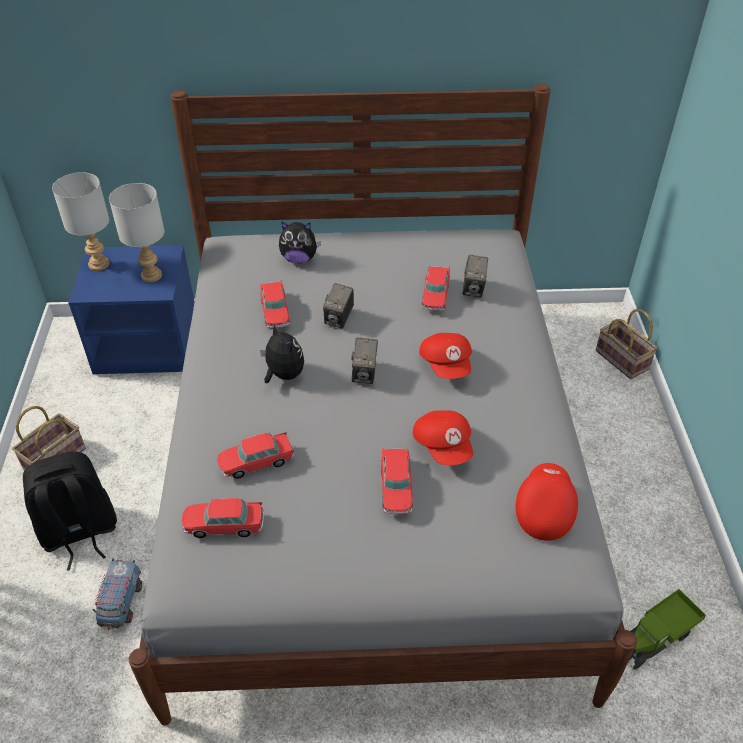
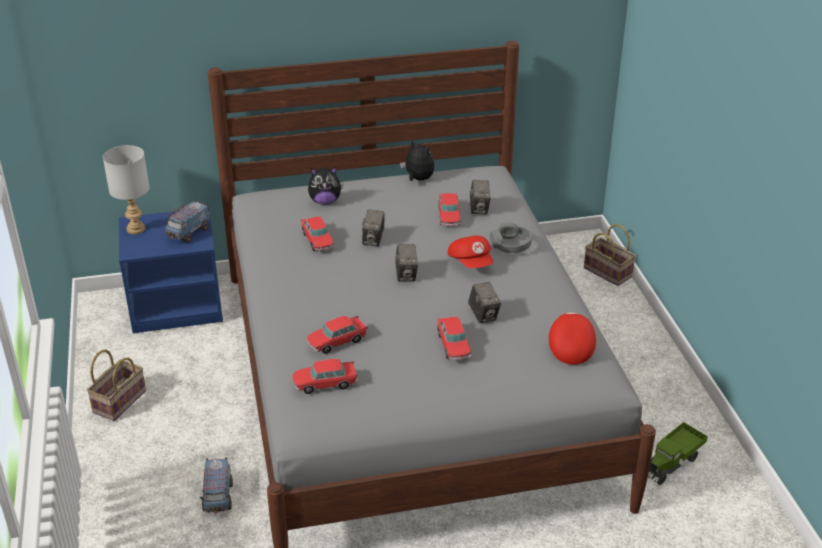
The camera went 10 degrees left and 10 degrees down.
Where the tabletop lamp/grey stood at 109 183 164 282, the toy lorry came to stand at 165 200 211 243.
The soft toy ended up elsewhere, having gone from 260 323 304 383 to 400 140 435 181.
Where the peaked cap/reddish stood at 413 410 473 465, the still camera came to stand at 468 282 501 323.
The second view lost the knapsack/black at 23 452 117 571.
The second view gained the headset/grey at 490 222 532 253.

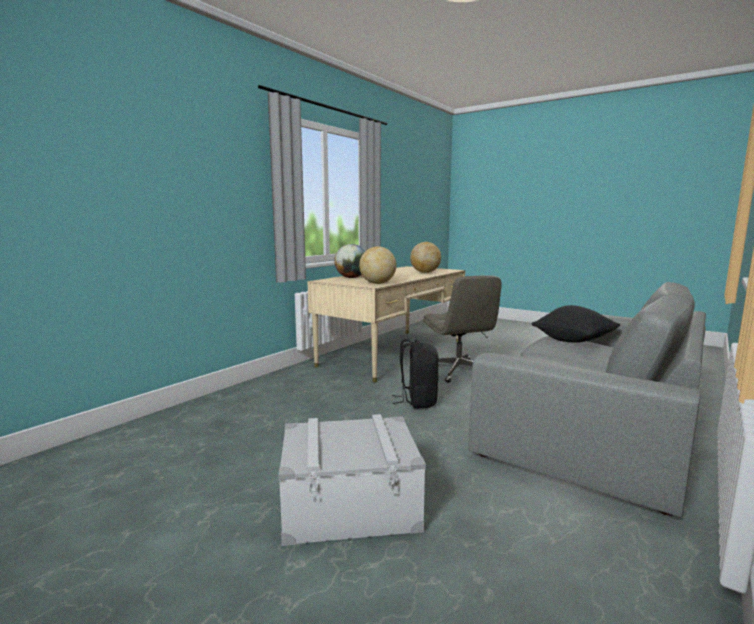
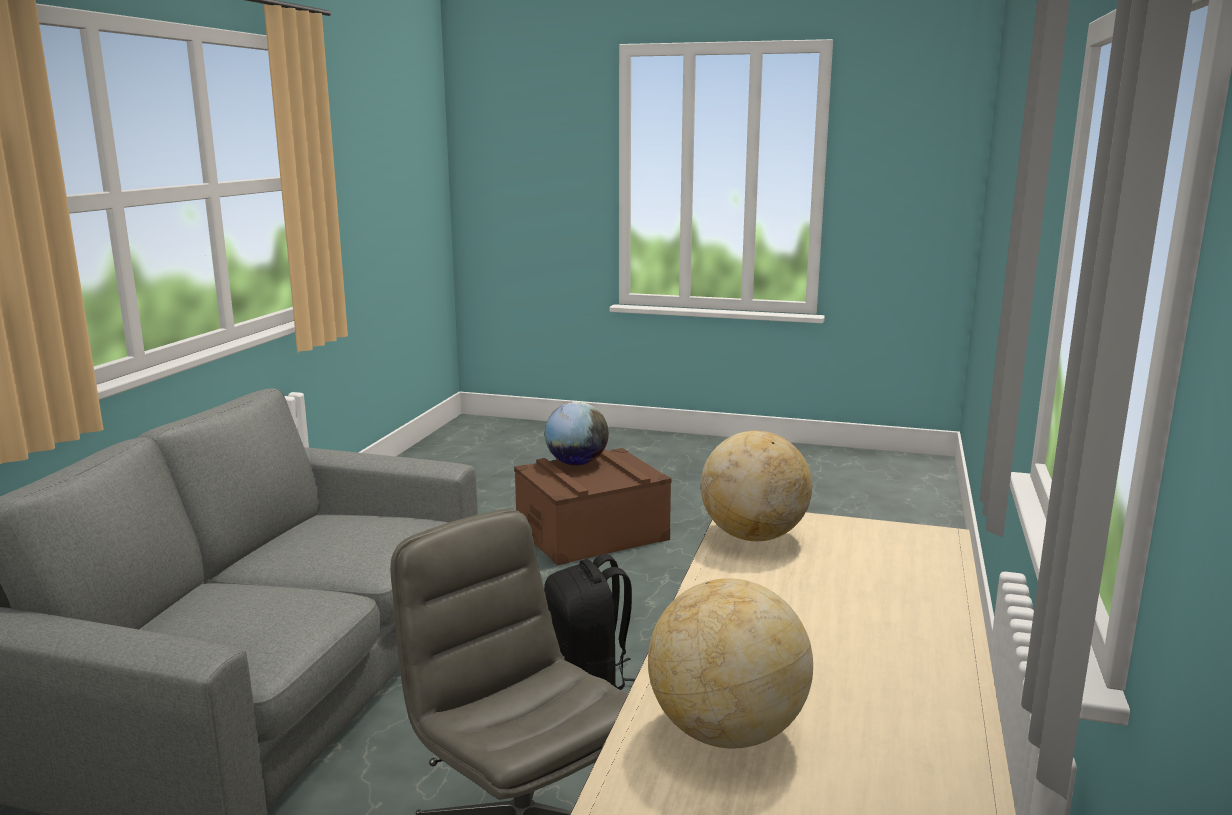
The camera went 160 degrees right and 5 degrees up.
The world globe ended up elsewhere, having gone from 334 244 365 278 to 545 402 609 466.
The second view lost the throw pillow/black at 532 305 620 343.
What was the storage container/grey at 279 414 426 546 turned into the storage container/brownish at 514 448 672 565.

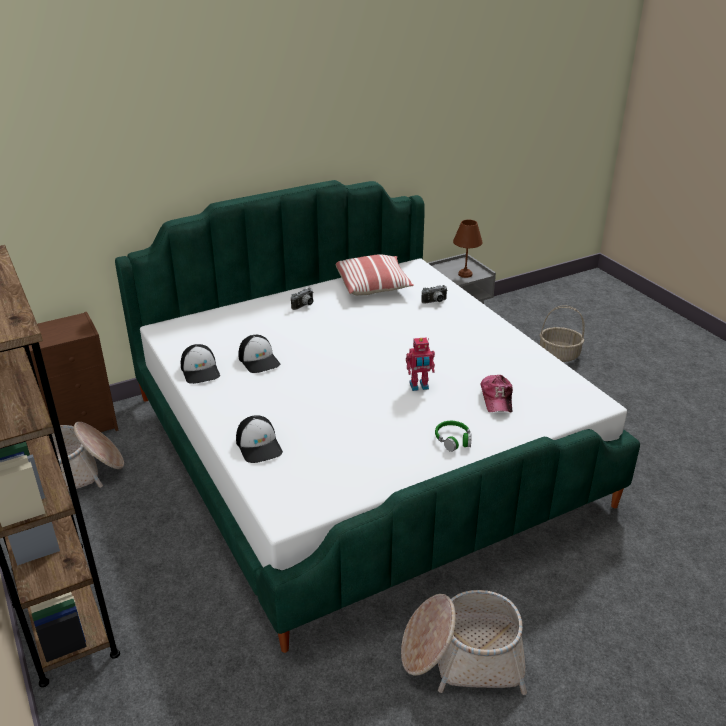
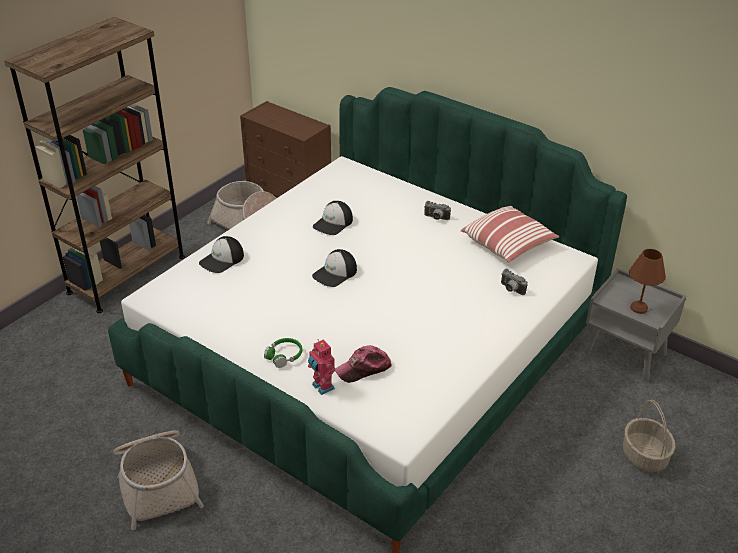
The camera went 65 degrees right and 5 degrees up.
The toy robot ended up elsewhere, having gone from 406 338 435 391 to 308 339 335 395.
The peaked cap ended up elsewhere, having gone from 181 344 220 384 to 312 249 357 287.

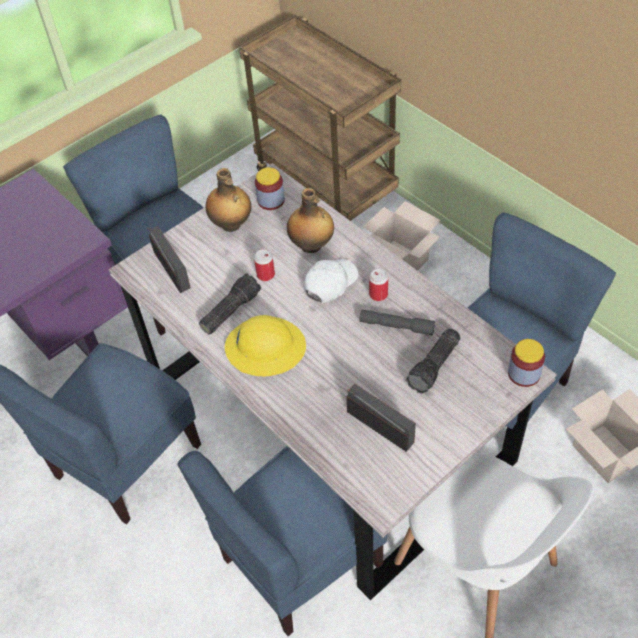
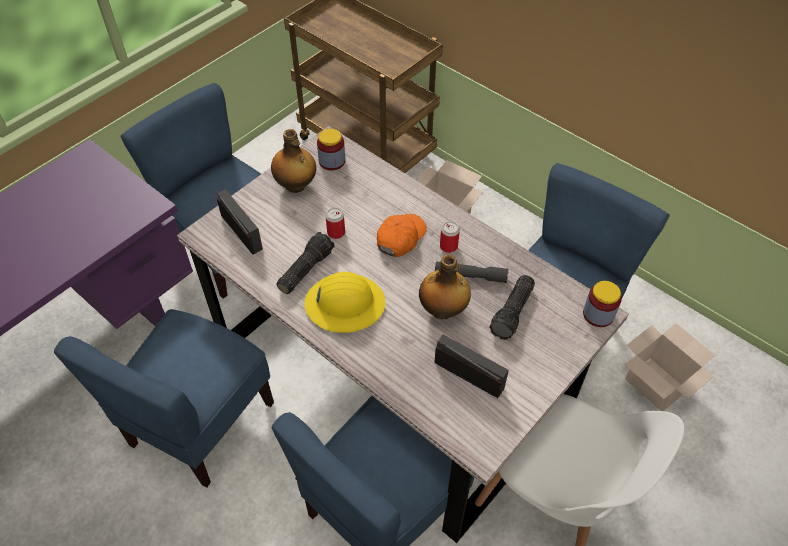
The camera went 10 degrees left and 0 degrees up.
The drink bottle ended up elsewhere, having gone from 287 188 334 253 to 419 255 471 319.
What was the peaked cap/white-coloured at 305 259 359 303 turned into the peaked cap/orange-coloured at 377 214 427 257.

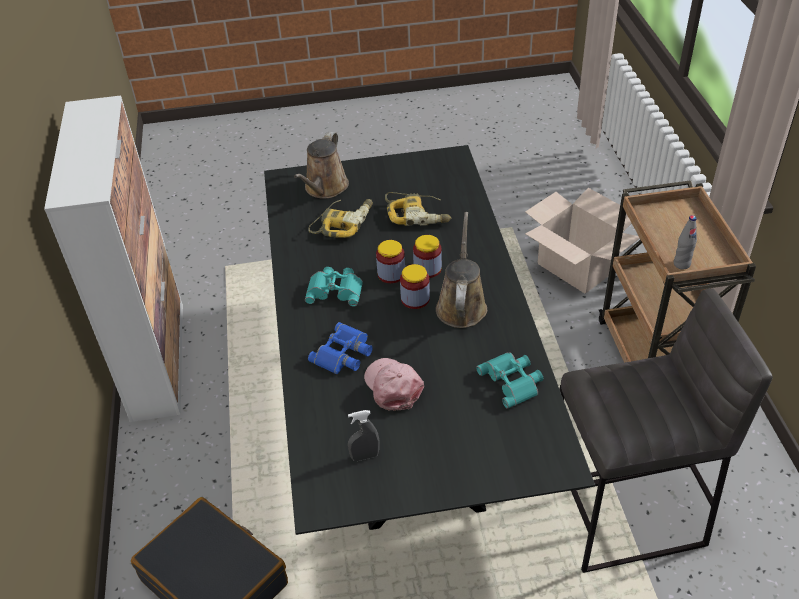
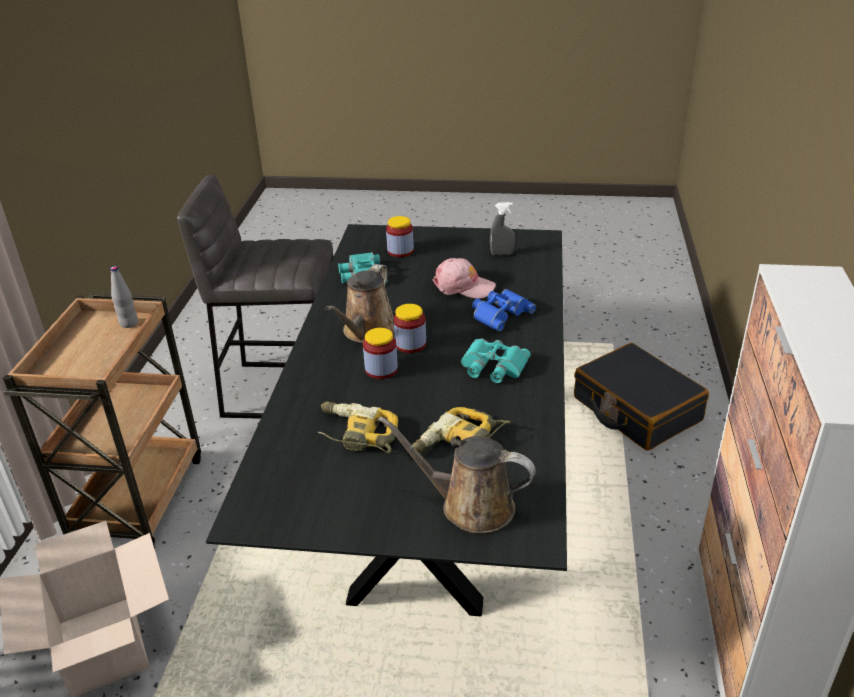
The camera went 165 degrees left and 10 degrees down.
The watering pot/brownish at 294 132 349 199 ended up facing another way, 105 degrees counterclockwise from before.
The jar ended up elsewhere, having gone from 376 240 405 283 to 386 216 414 257.
The peaked cap/pink-coloured at 364 358 424 411 ended up facing another way, 60 degrees counterclockwise from before.

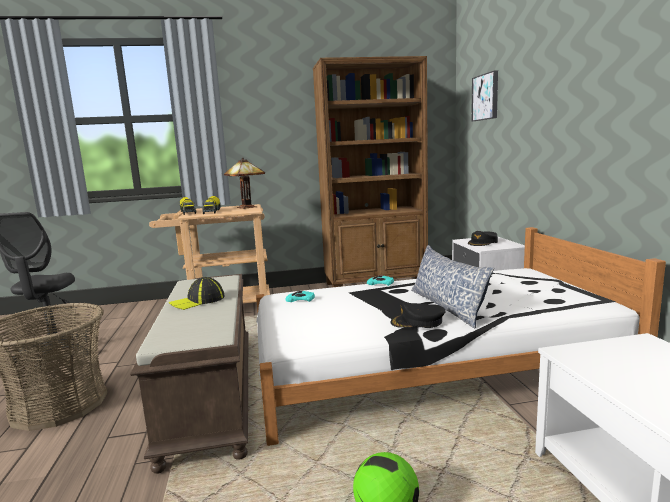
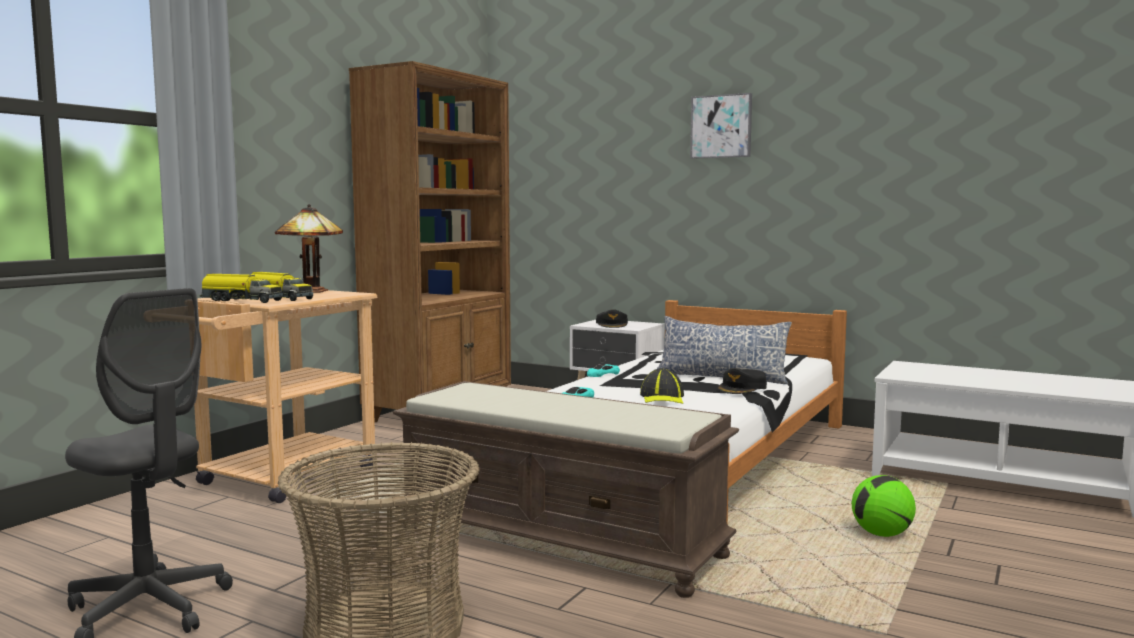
The camera went 50 degrees left and 5 degrees down.
The wall art ended up elsewhere, having gone from 471 70 498 121 to 690 93 752 159.
The peaked cap ended up elsewhere, having gone from 169 277 225 310 to 640 368 684 404.

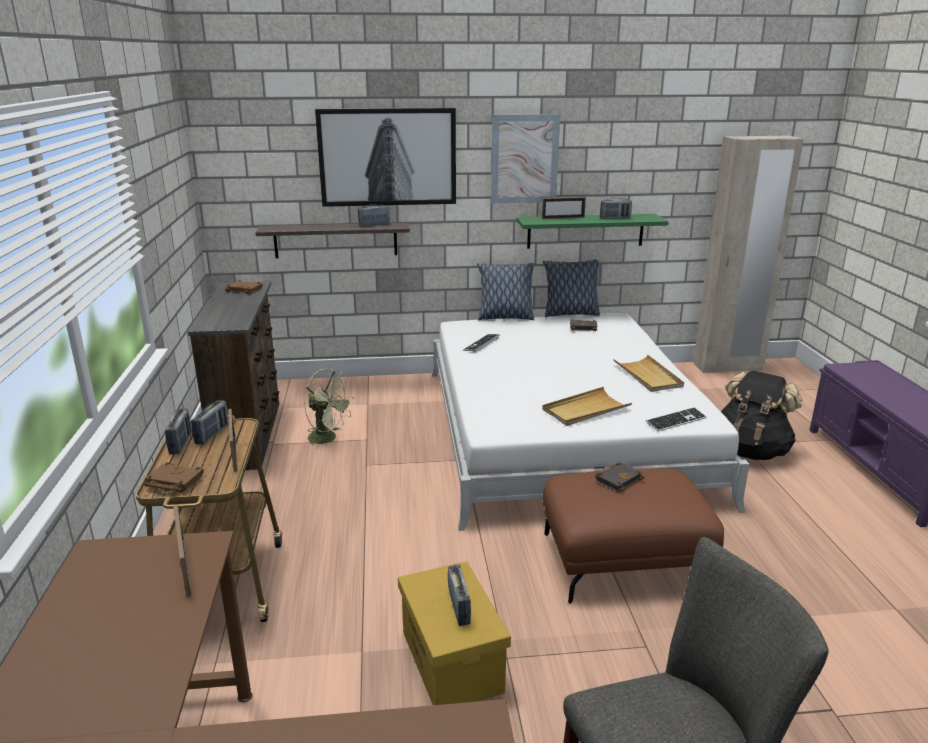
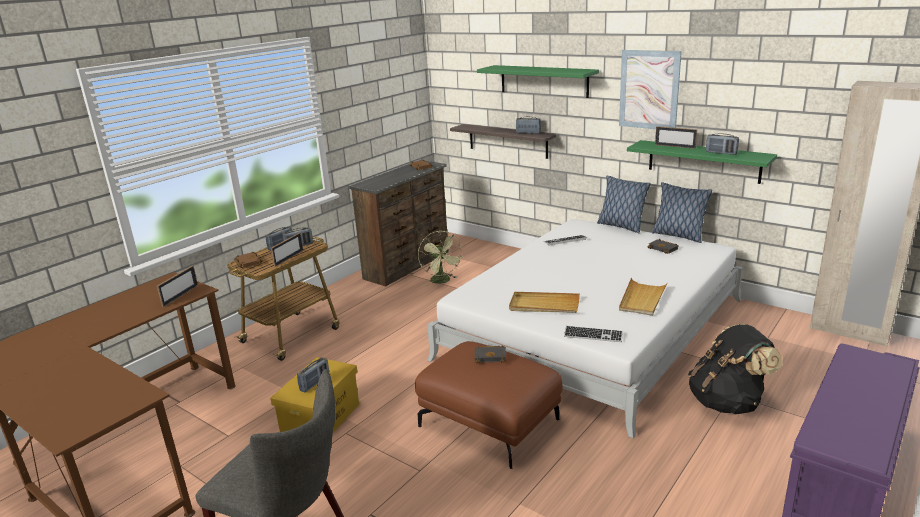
The camera went 45 degrees right and 0 degrees up.
Where the wall art hung at 315 108 456 207, the wall shelf/green came to hang at 477 65 599 98.

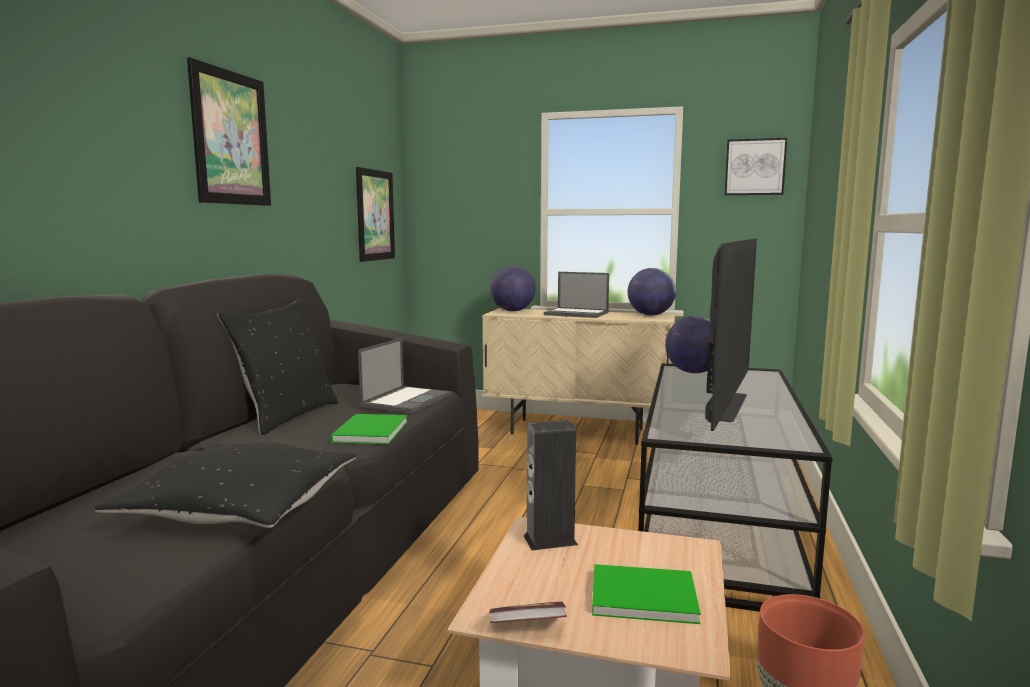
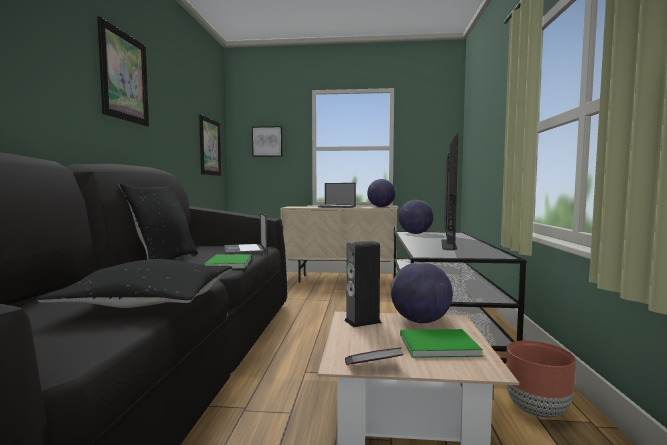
The camera went 10 degrees left and 5 degrees down.
The wall art ended up elsewhere, having gone from 724 138 787 195 to 252 126 283 157.
The world globe ended up elsewhere, having gone from 490 266 535 311 to 391 262 453 323.
The notebook computer at 358 338 451 413 ended up facing another way, 150 degrees clockwise from before.

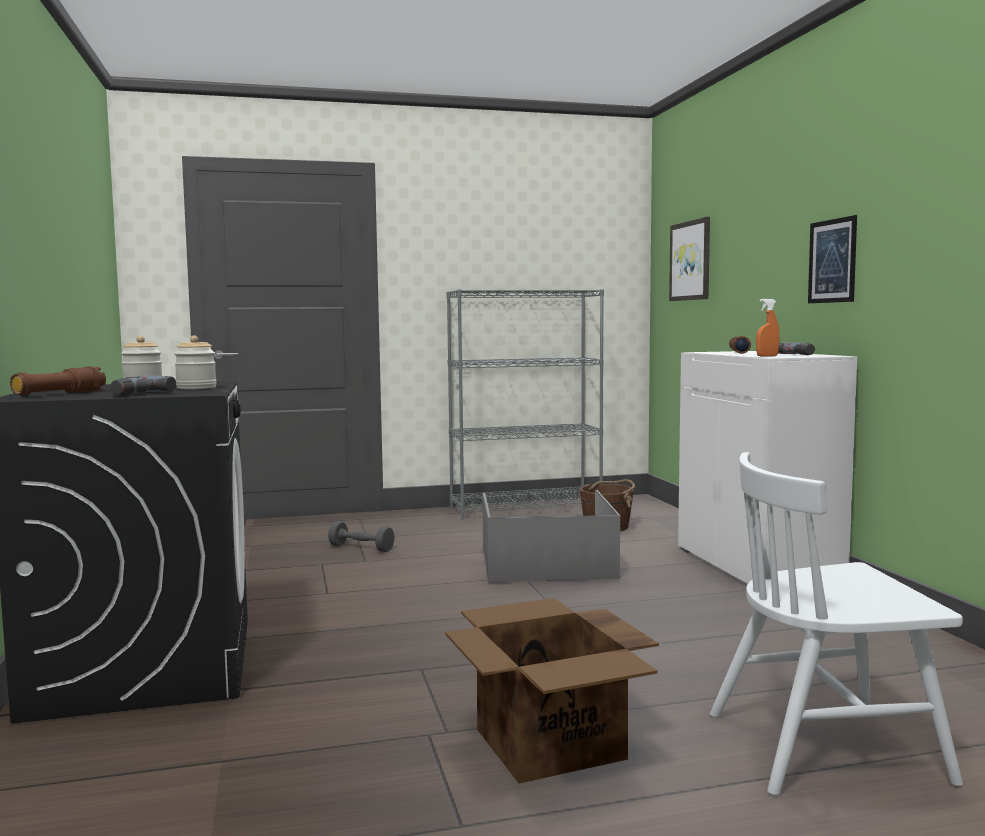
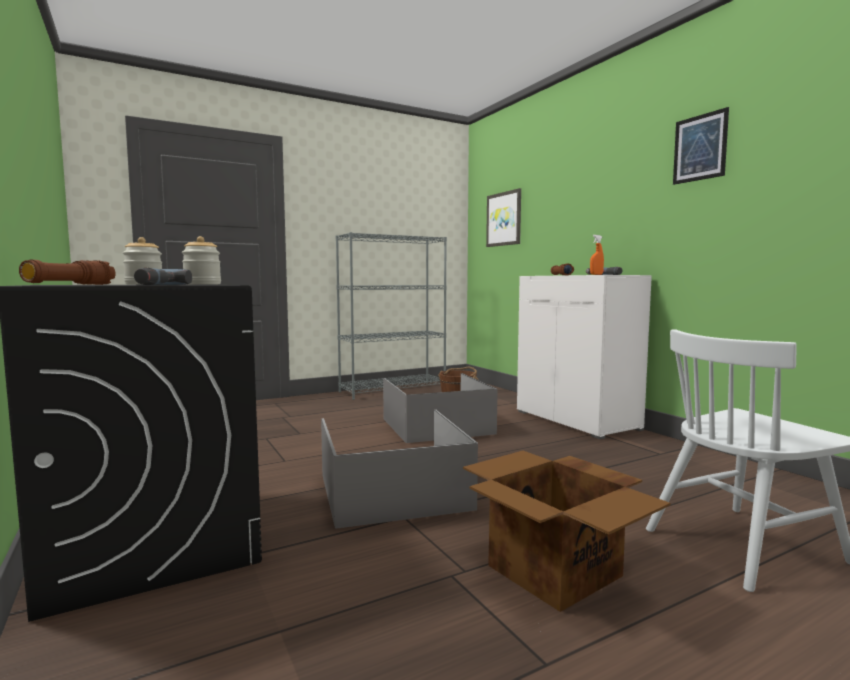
The camera went 15 degrees left and 0 degrees up.
The wall art ended up elsewhere, having gone from 808 215 857 303 to 673 107 729 185.
The second view lost the free weight/grey at 328 521 394 552.
The second view gained the storage container/grey at 321 410 478 529.

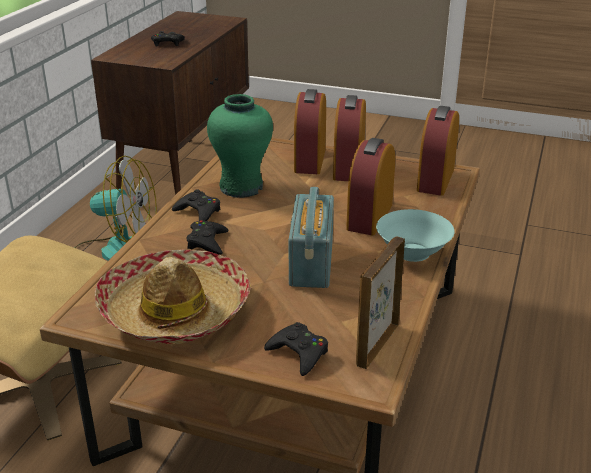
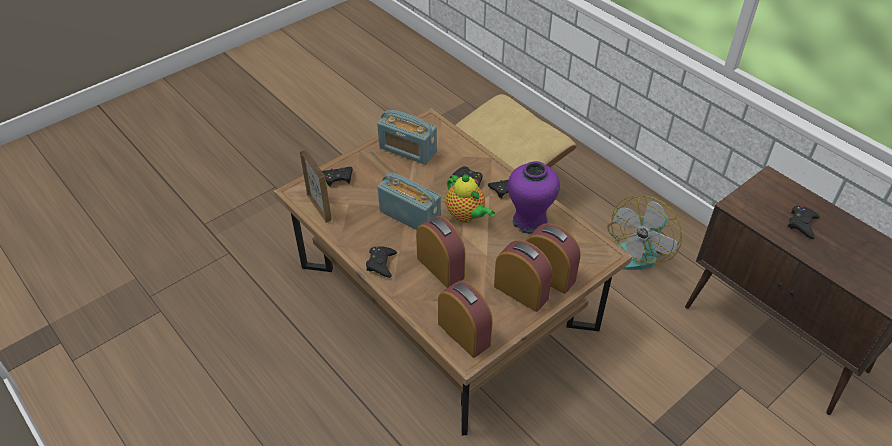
The camera went 120 degrees right and 15 degrees up.
What was the decorative vase/green at 207 94 273 198 turned into the decorative vase/purple at 508 161 560 234.
Where the serving bowl/turquoise-coloured stood at 376 209 455 262, the game controller/black came to stand at 366 246 397 278.
Where the clothing hat stood at 95 250 251 344, the radio receiver came to stand at 377 110 437 165.
The second view gained the teapot at 445 174 495 223.

